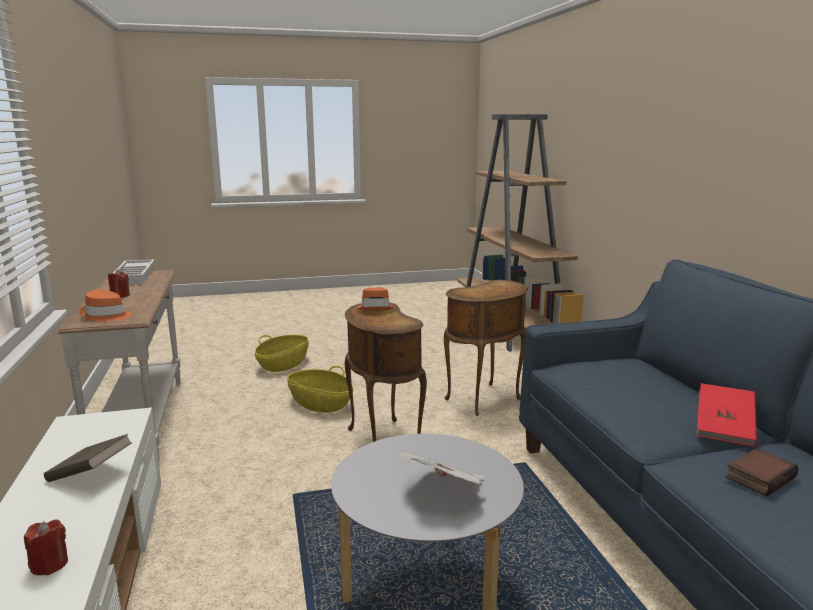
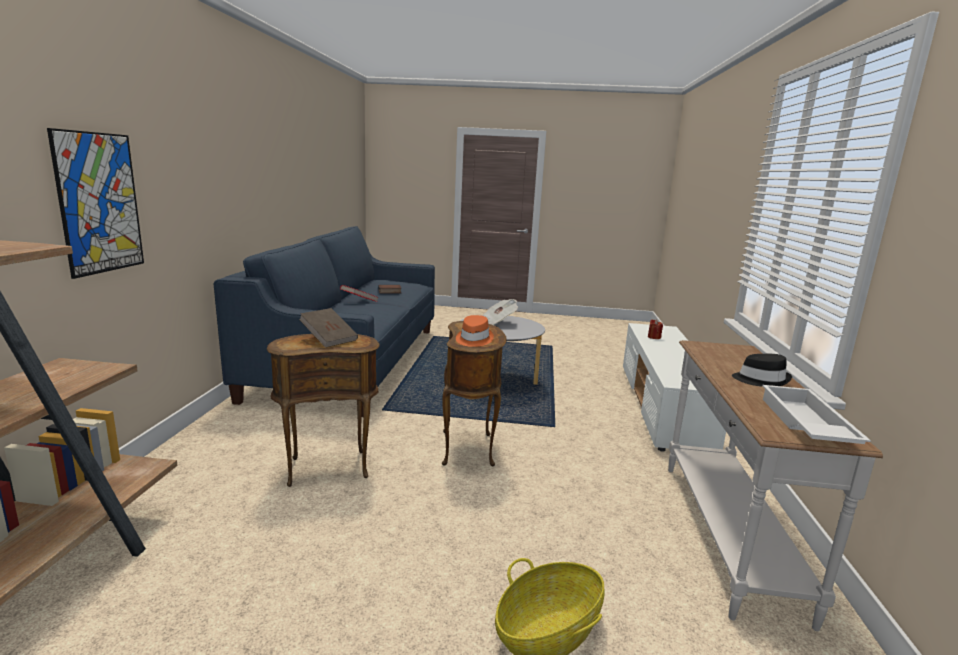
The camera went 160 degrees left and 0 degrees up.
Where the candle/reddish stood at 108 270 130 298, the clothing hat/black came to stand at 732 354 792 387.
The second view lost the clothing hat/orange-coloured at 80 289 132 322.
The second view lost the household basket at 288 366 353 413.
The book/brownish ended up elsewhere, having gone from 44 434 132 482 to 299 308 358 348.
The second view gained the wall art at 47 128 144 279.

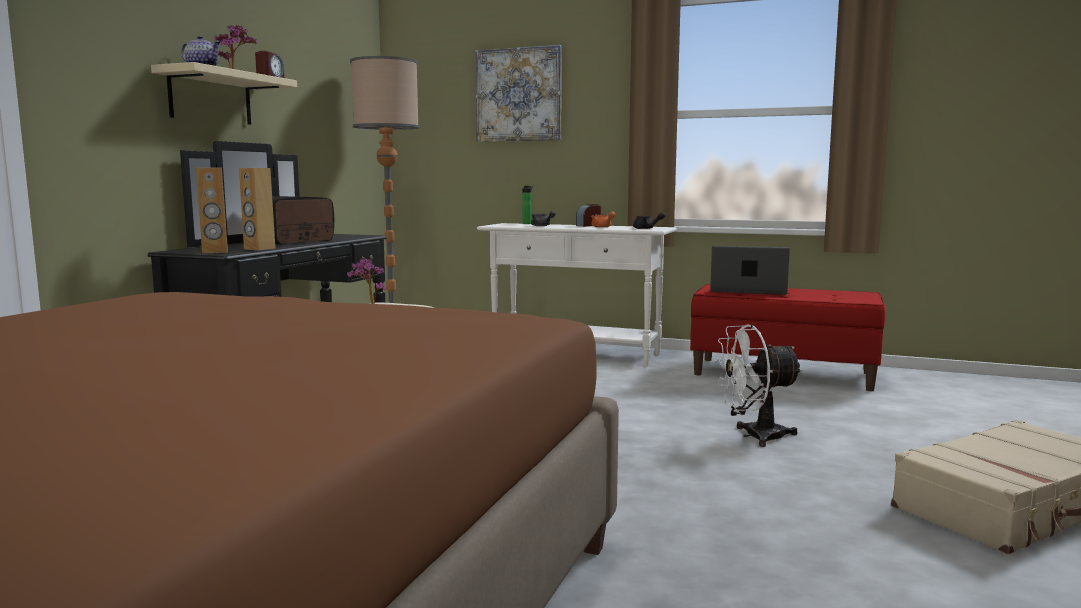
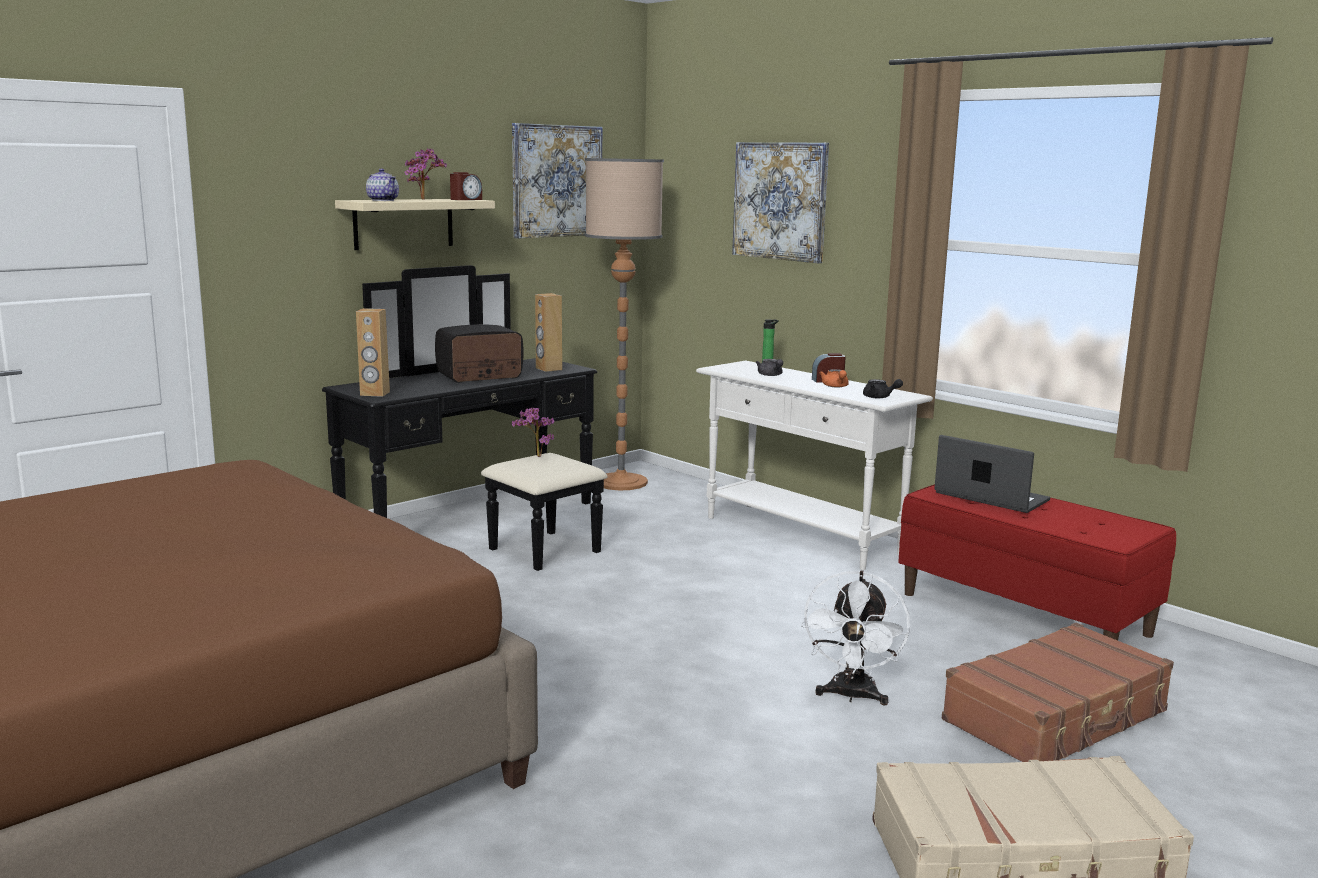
The camera went 25 degrees right and 5 degrees up.
The audio speaker/brownish ended up elsewhere, having gone from 239 168 276 250 to 535 293 562 372.
The fan/white-coloured at 715 324 803 447 ended up facing another way, 90 degrees counterclockwise from before.
The second view gained the wall art at 512 123 602 239.
The second view gained the piece of luggage/brownish at 942 623 1174 762.

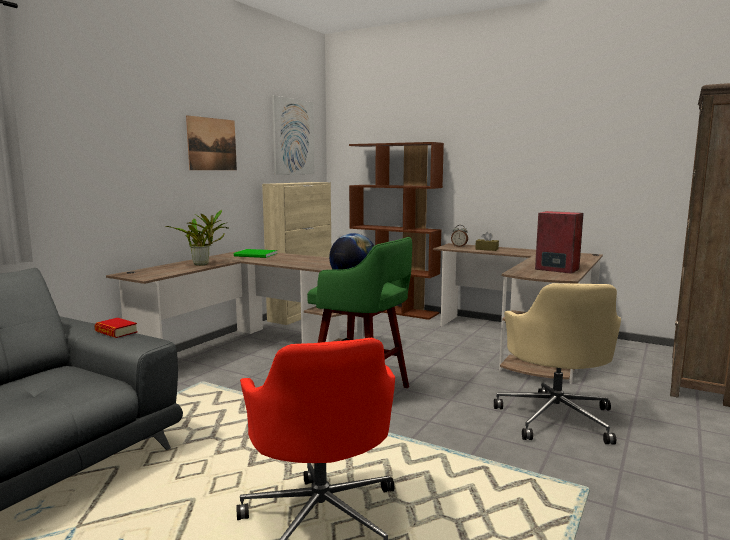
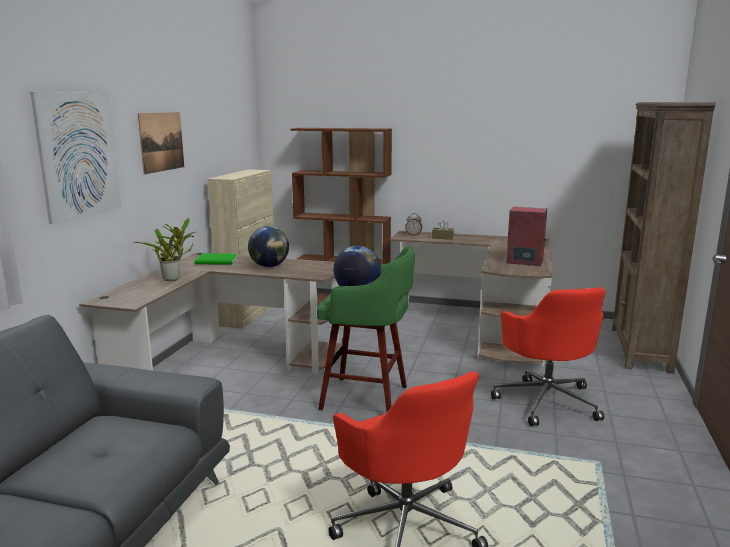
The camera went 15 degrees left and 5 degrees up.
The wall art ended up elsewhere, having gone from 272 95 315 175 to 30 92 121 224.
What was the computer chair/beige-coloured at 494 283 621 445 turned into the computer chair/reddish at 491 287 605 426.
The second view lost the book at 94 318 138 338.
The second view gained the world globe at 248 226 289 267.

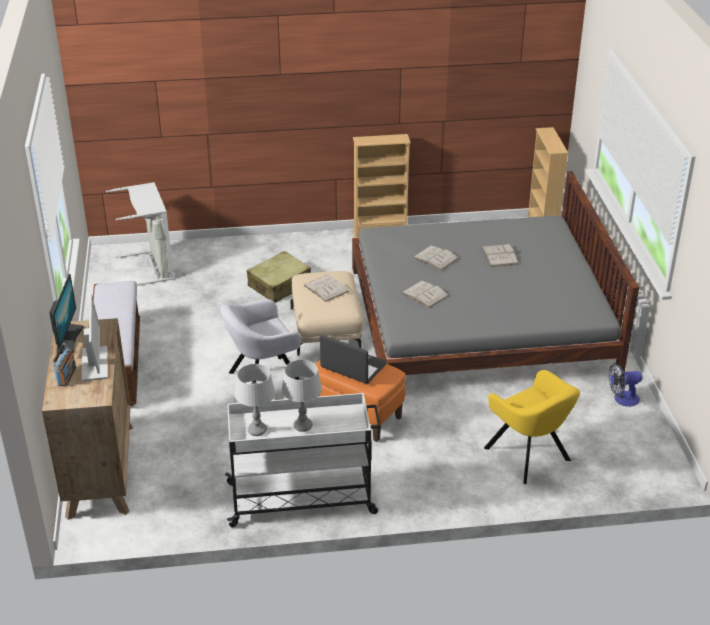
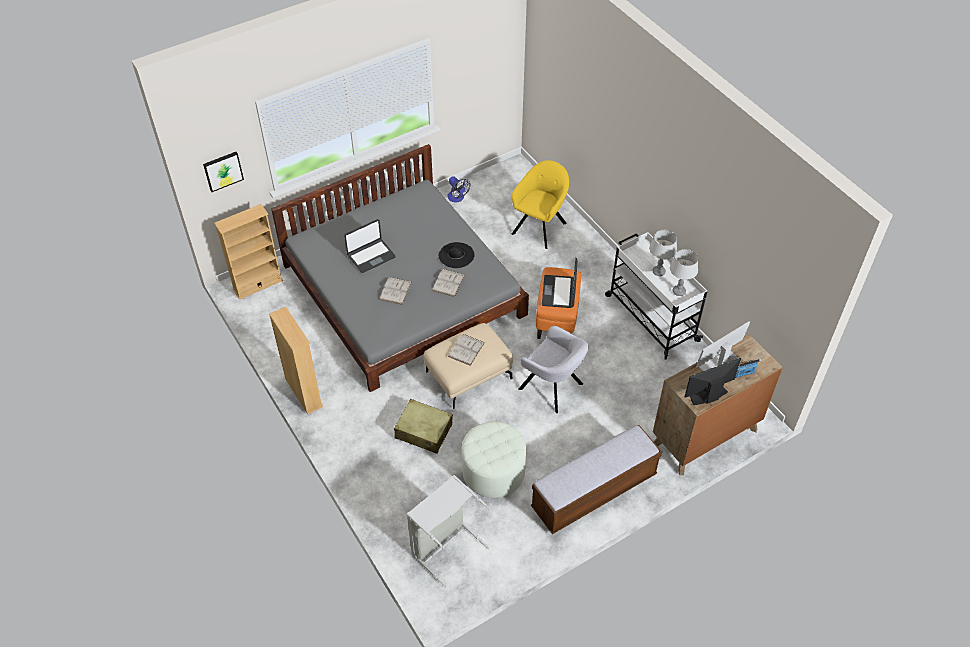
The camera went 115 degrees left and 15 degrees up.
Where the book/white-coloured stood at 482 244 518 267, the notebook computer came to stand at 344 219 396 273.
The second view gained the wall art at 203 152 244 192.
The second view gained the clothing hat/black at 439 242 474 268.
The second view gained the ottoman/white-coloured at 461 421 526 498.

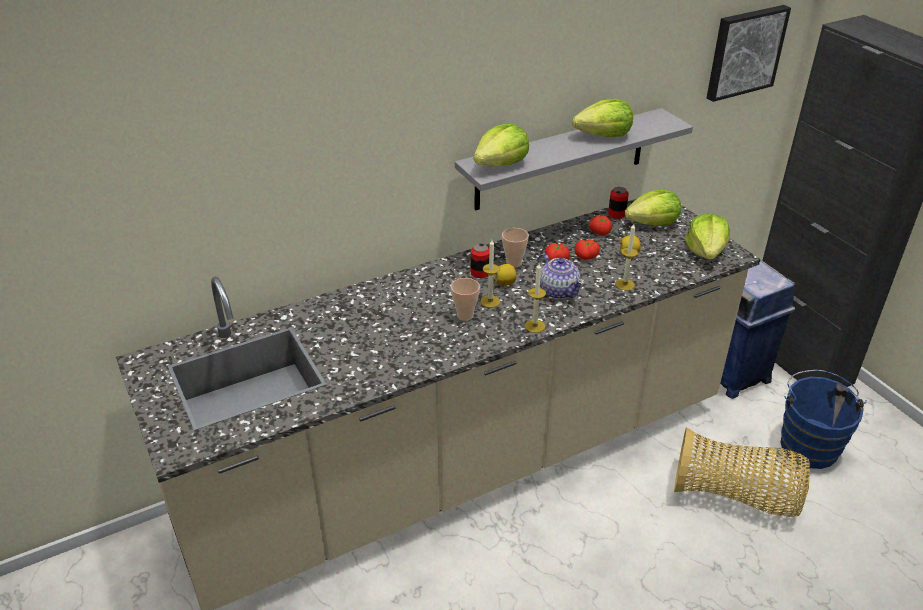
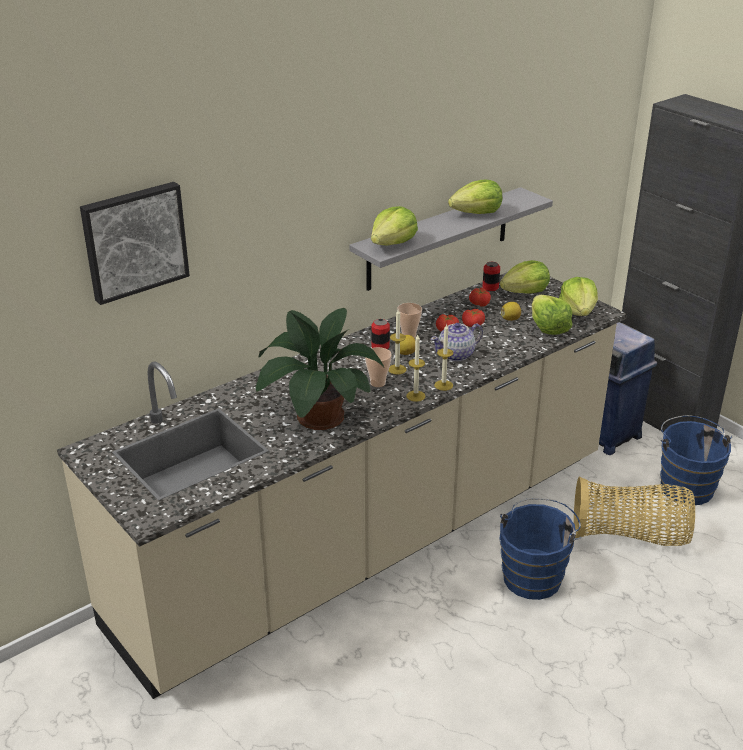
The camera went 10 degrees left and 5 degrees down.
The wall art ended up elsewhere, having gone from 707 5 791 102 to 80 182 190 305.
The candle ended up elsewhere, having gone from 615 224 638 290 to 406 335 426 402.
The teapot at 537 253 584 299 ended up facing another way, 105 degrees clockwise from before.
The second view gained the head of lettuce at 532 295 573 335.
The second view gained the potted plant at 255 308 384 430.
The second view gained the pail/bluish at 500 498 581 600.

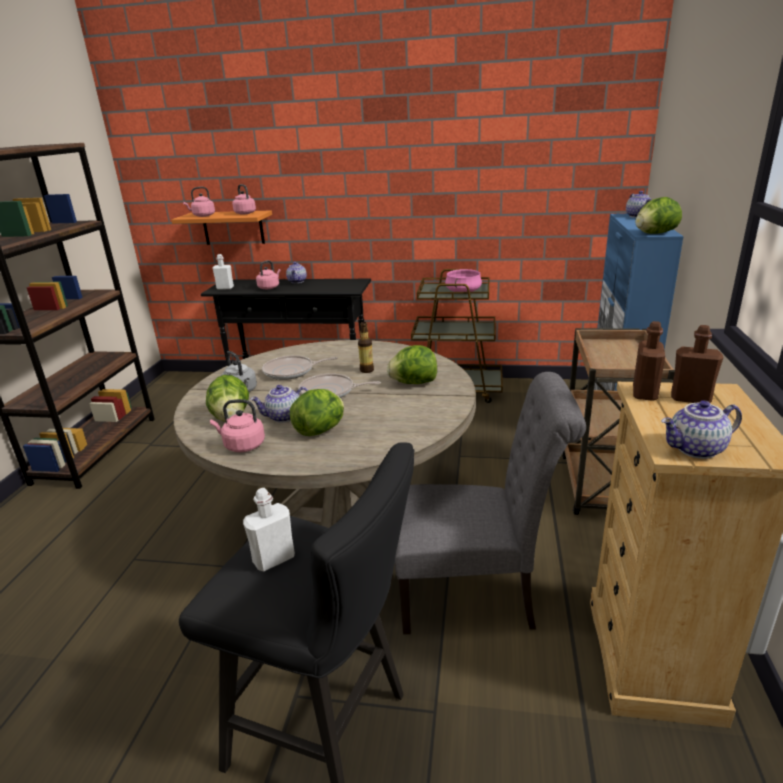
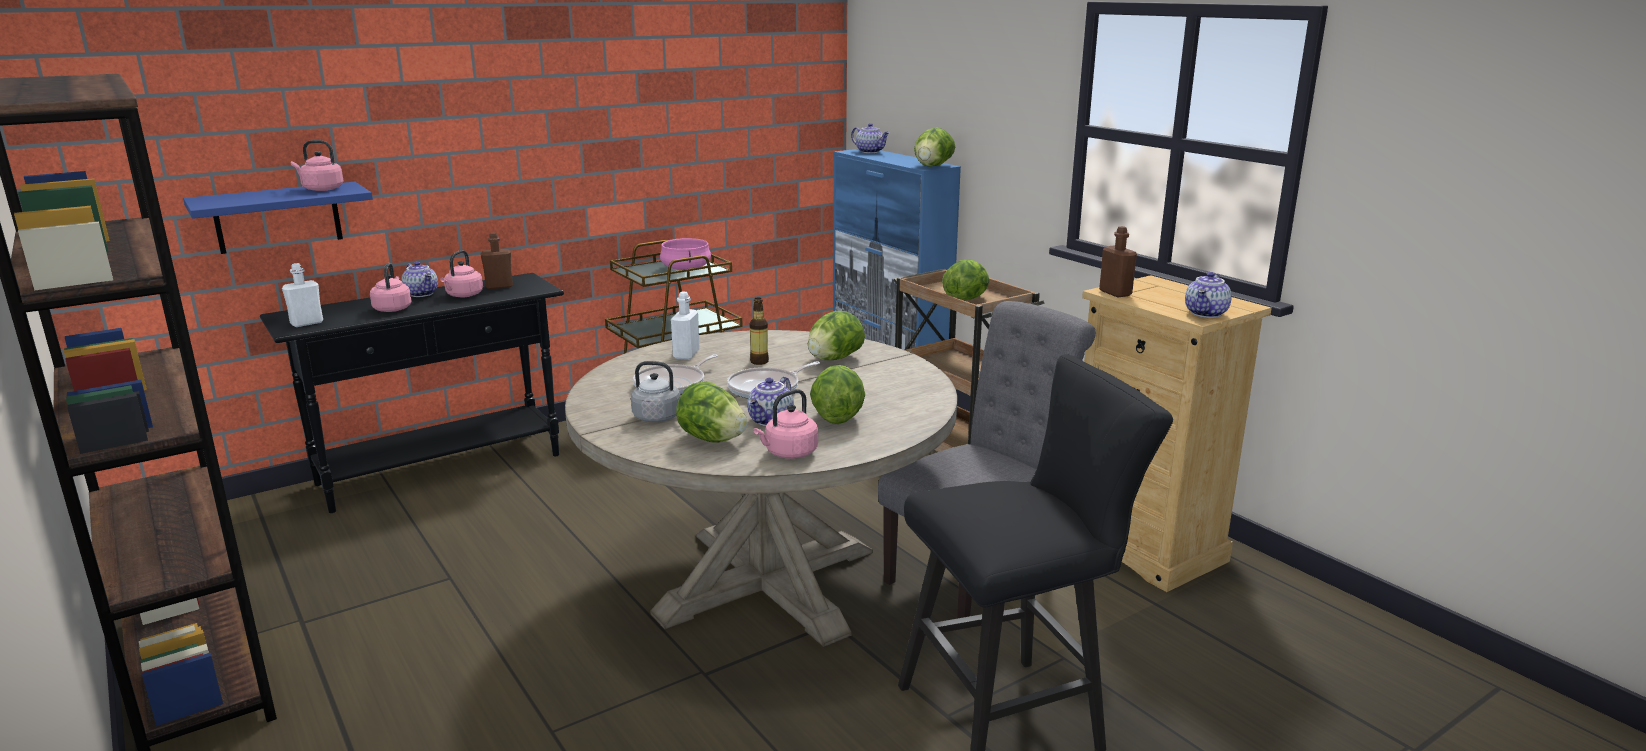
The camera went 45 degrees left and 5 degrees down.
The water kettle/pink-coloured ended up elsewhere, having gone from 183 187 215 217 to 440 250 483 297.
What was the wall shelf/orange-coloured at 171 210 272 245 turned into the wall shelf/bluish at 183 182 373 254.
The drink bottle/brownish ended up elsewhere, having gone from 671 325 723 403 to 480 233 513 289.
The drink bottle/white-coloured ended up elsewhere, having gone from 243 488 295 571 to 671 292 700 360.
The second view gained the head of lettuce at 942 260 989 300.

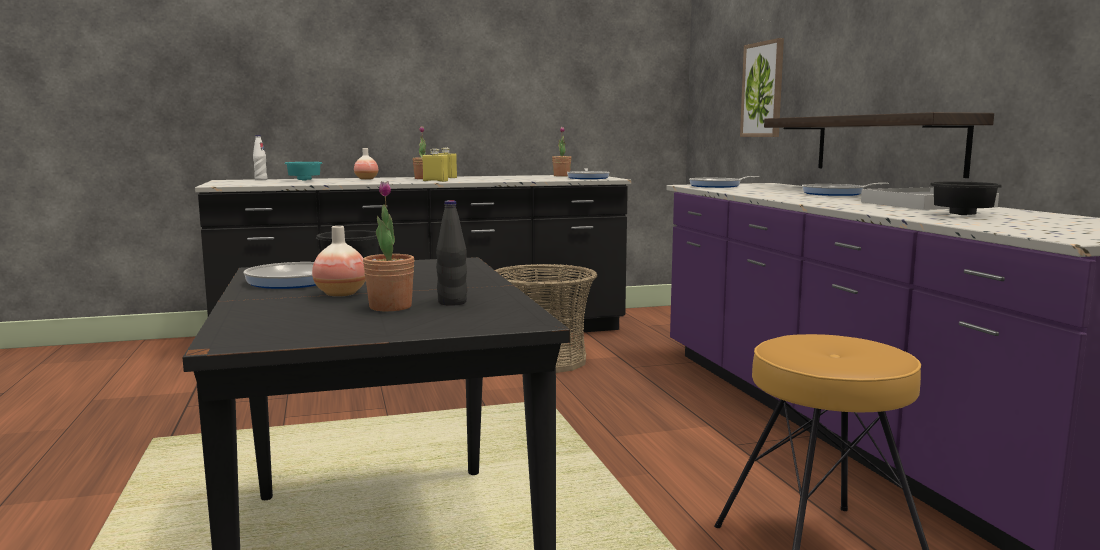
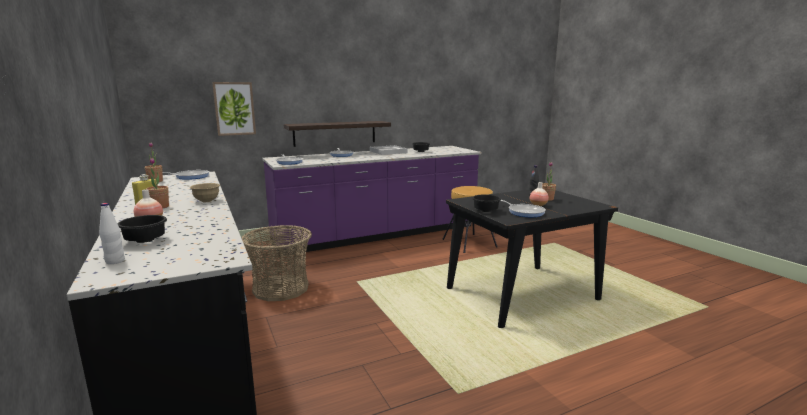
The camera went 100 degrees left and 5 degrees up.
Where the drink bottle/yellow-coloured stood at 422 148 448 182, the serving bowl/beige-coloured came to stand at 190 183 220 202.
What was the serving bowl/turquoise-coloured at 285 162 323 180 turned into the serving bowl/black at 117 215 167 243.

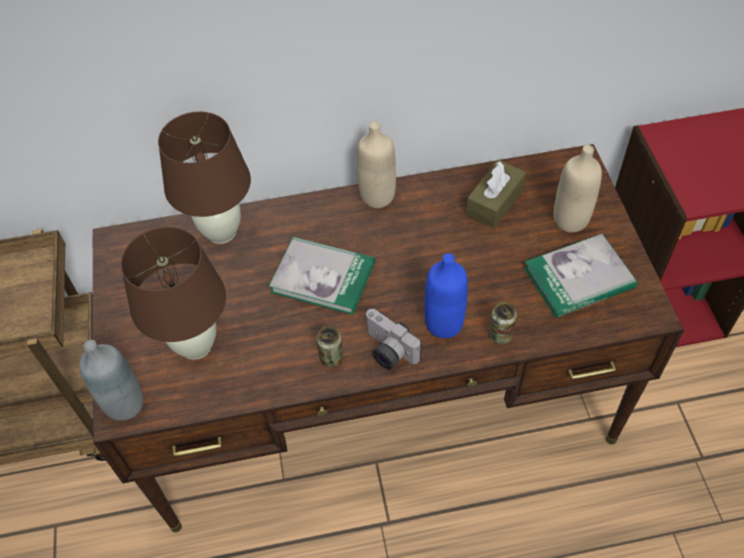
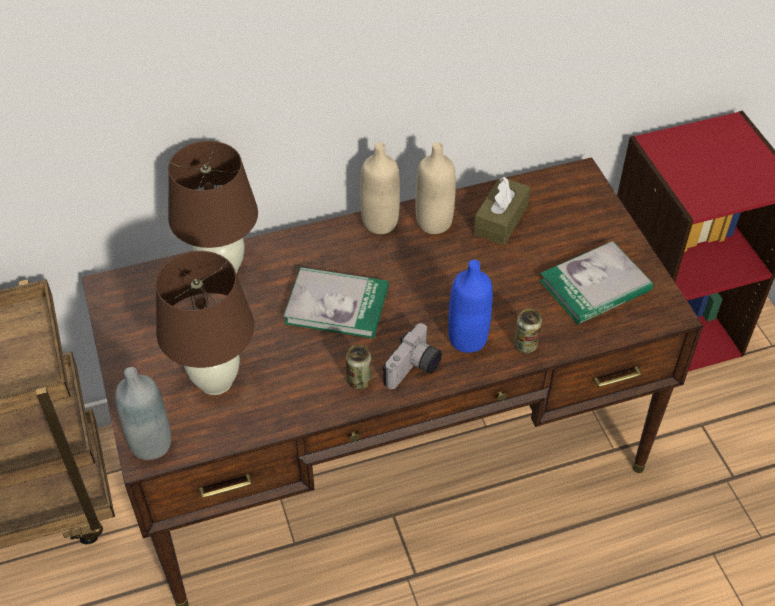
The camera went 10 degrees left and 5 degrees down.
The drink bottle/beige-coloured ended up elsewhere, having gone from 553 145 602 232 to 416 142 456 234.
The still camera at 365 309 422 370 ended up facing another way, 90 degrees counterclockwise from before.

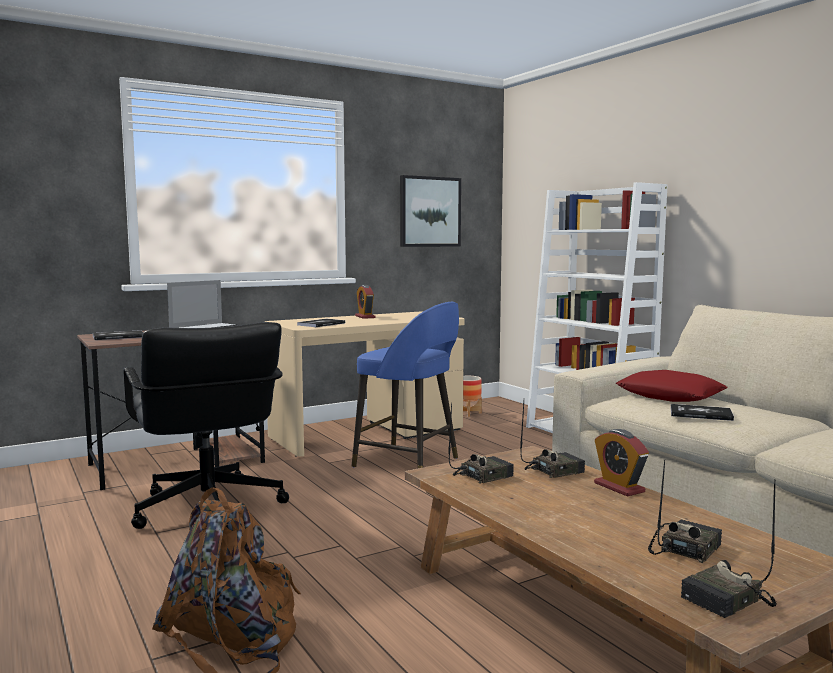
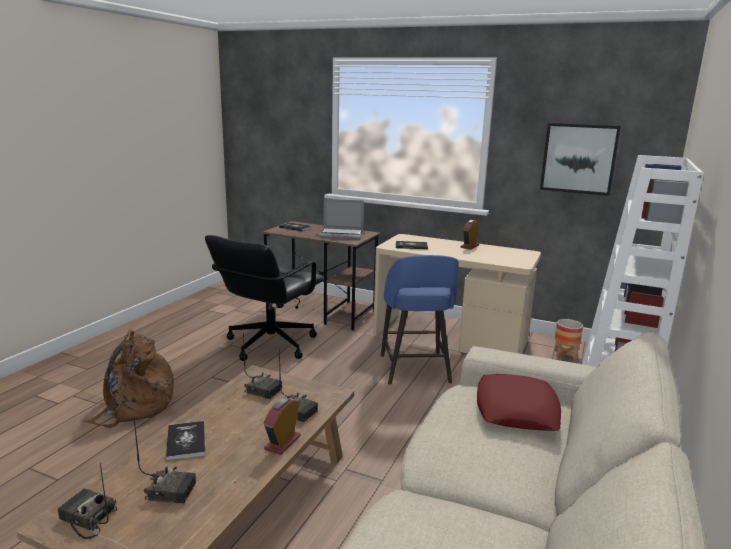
The camera went 55 degrees right and 10 degrees up.
The book ended up elsewhere, having gone from 671 404 734 421 to 166 421 205 461.

